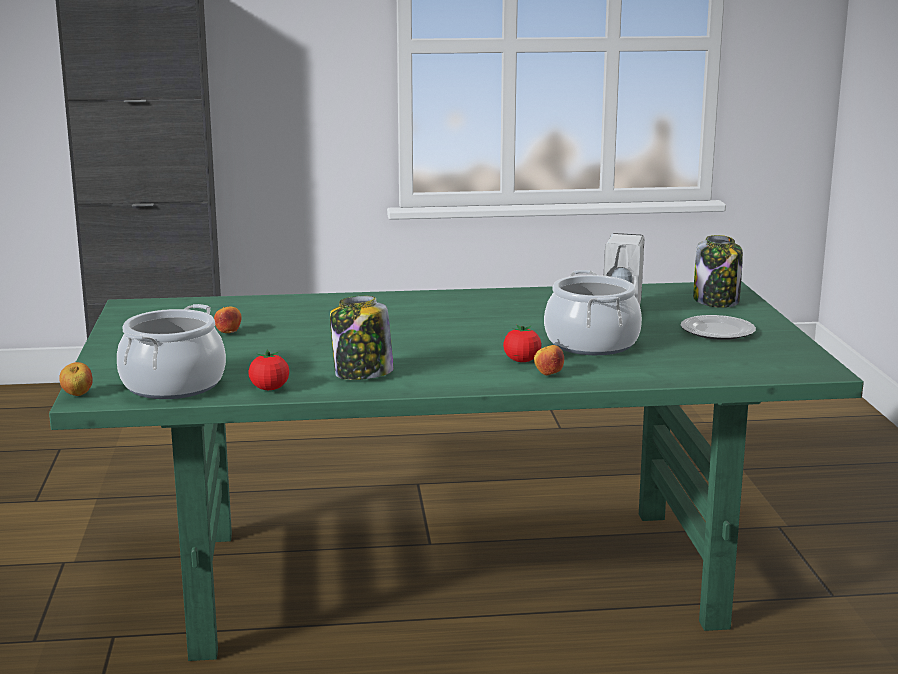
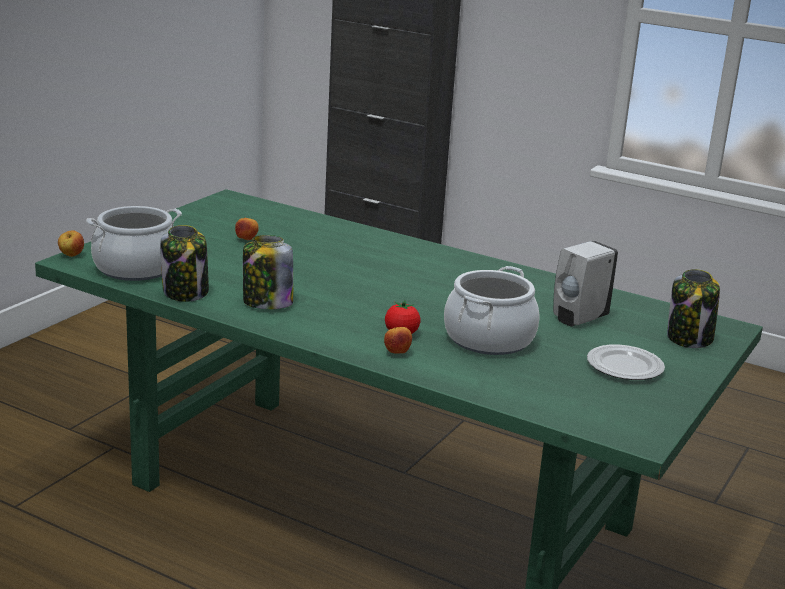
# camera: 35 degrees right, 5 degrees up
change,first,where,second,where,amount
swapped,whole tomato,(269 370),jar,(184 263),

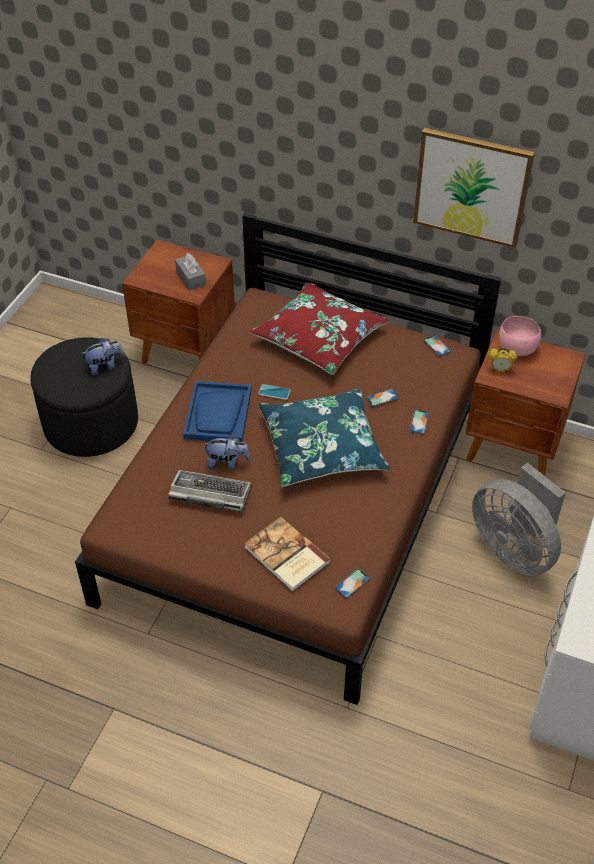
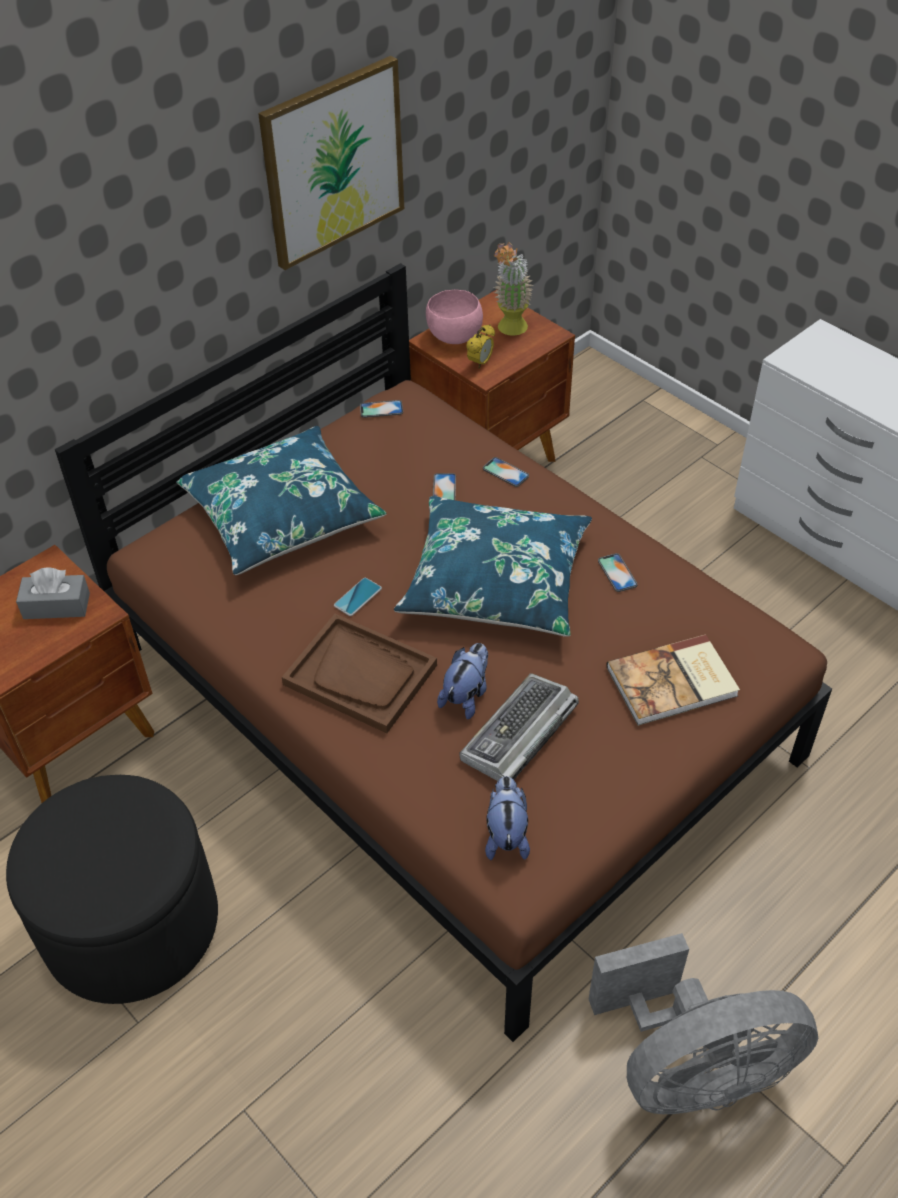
# camera: 65 degrees left, 0 degrees up
change,first,where,second,where,amount
new,,,houseplant,(513 289),
shifted,plush toy,(102 356),,(507 818),
shifted,phone,(352 583),,(618 572),
shifted,grey electric fan,(519 519),,(703 1023),
repainted,bluish tray,(217 411),brown tray,(359 673),
repainted,red pillow,(319 328),bluish pillow,(281 500),

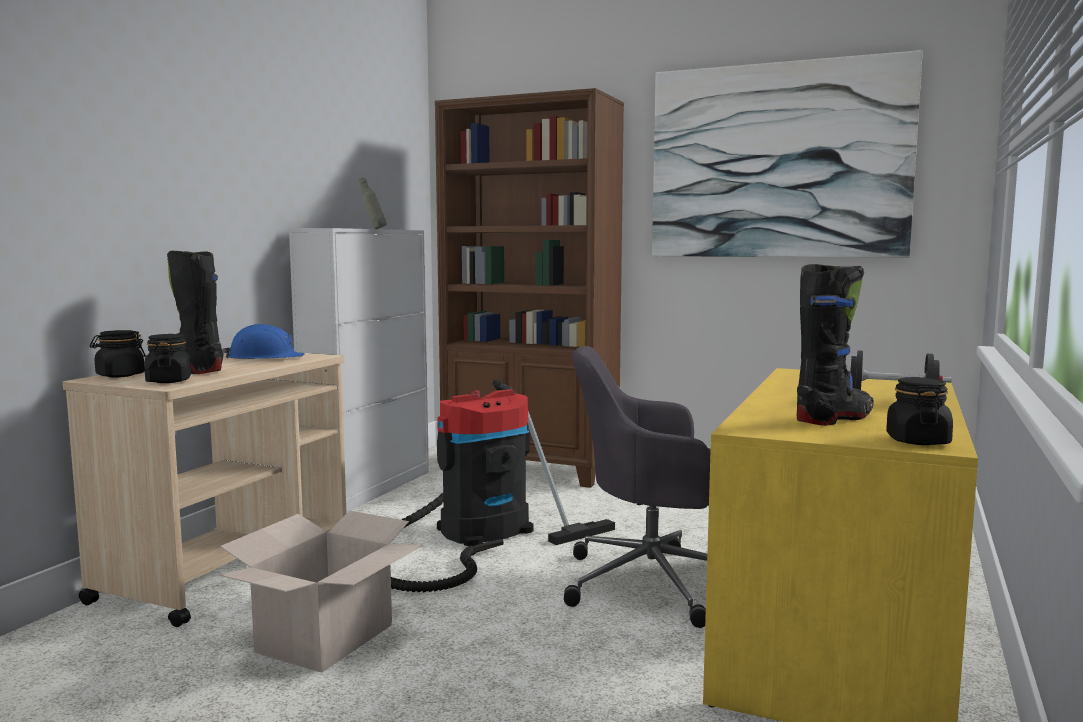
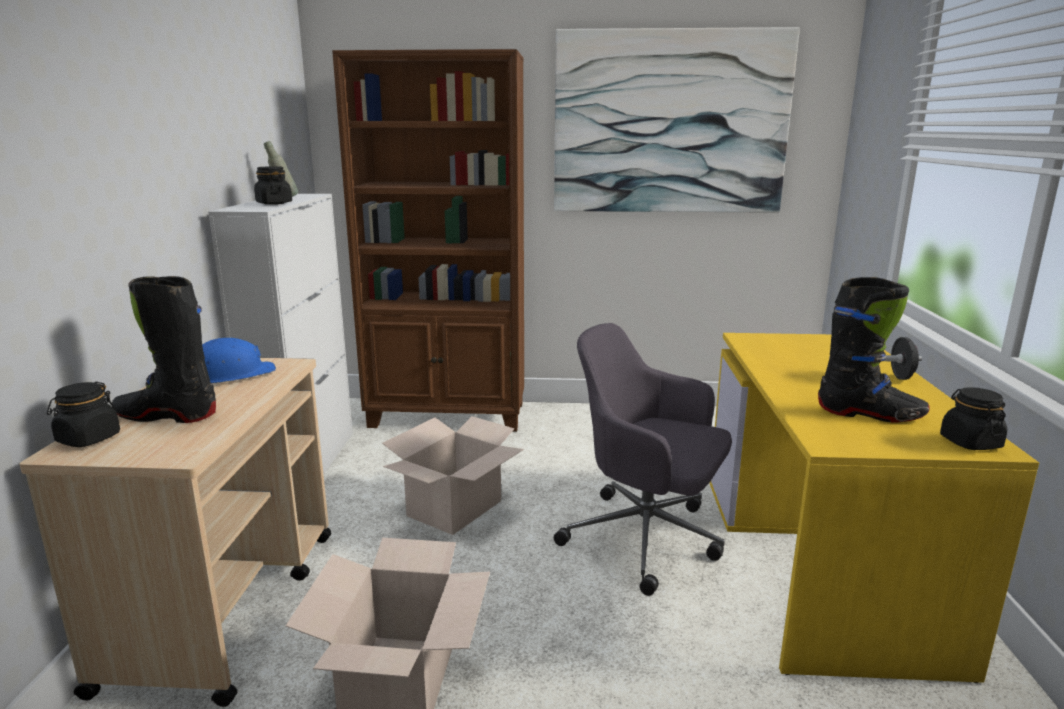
# camera: 20 degrees left, 10 degrees up
change,first,where,second,where,amount
shifted,black-coloured jar,(167 358),,(273 185),
swapped,hoover,(503 485),packing box,(453 475),
rotated,grey office chair,(637 487),,(643 459),45 degrees clockwise
rotated,black-coloured tall boot,(835 345),,(874 350),75 degrees clockwise

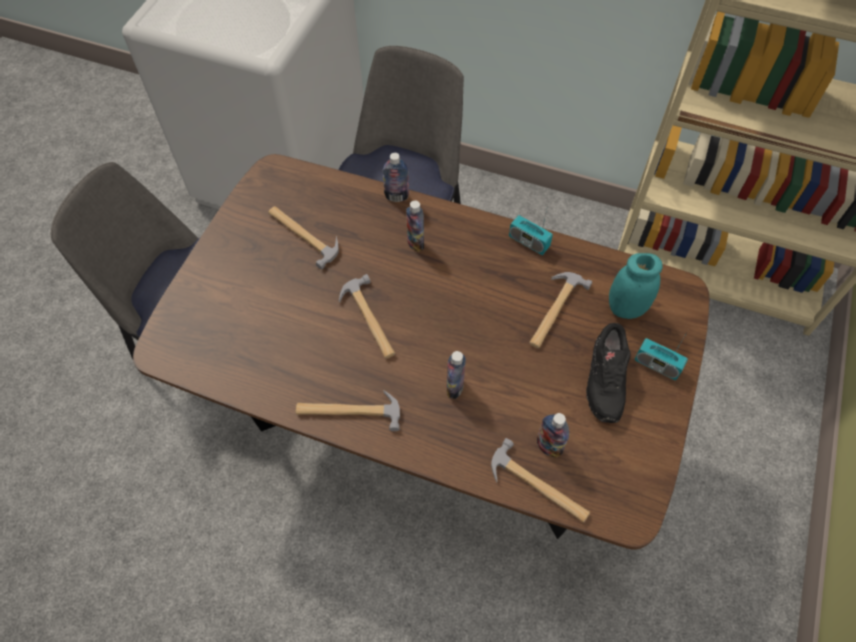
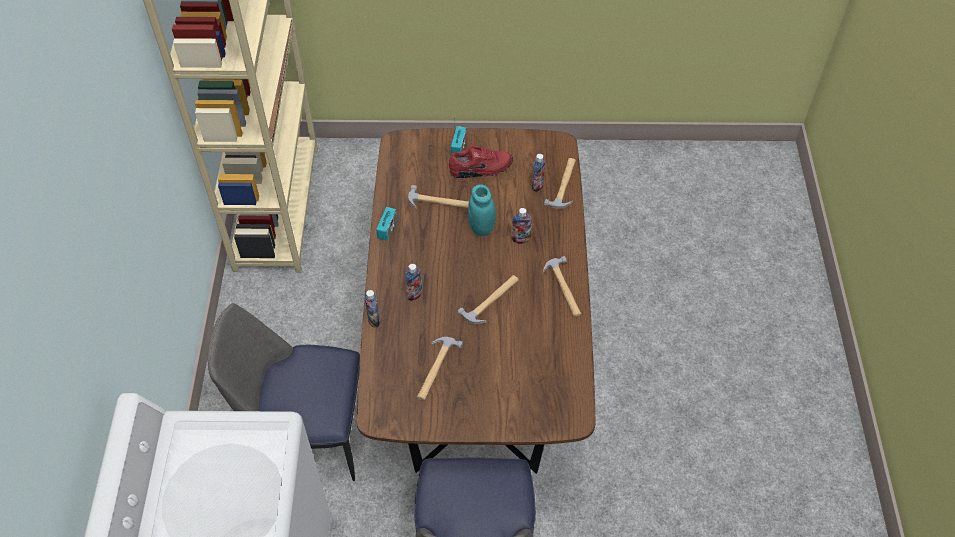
# camera: 110 degrees left, 5 degrees down
change,first,where,second,where,amount
shifted,turquoise jar,(636 286),,(482 210),
repainted,black-coloured item of footwear,(608 373),red item of footwear,(481 161),

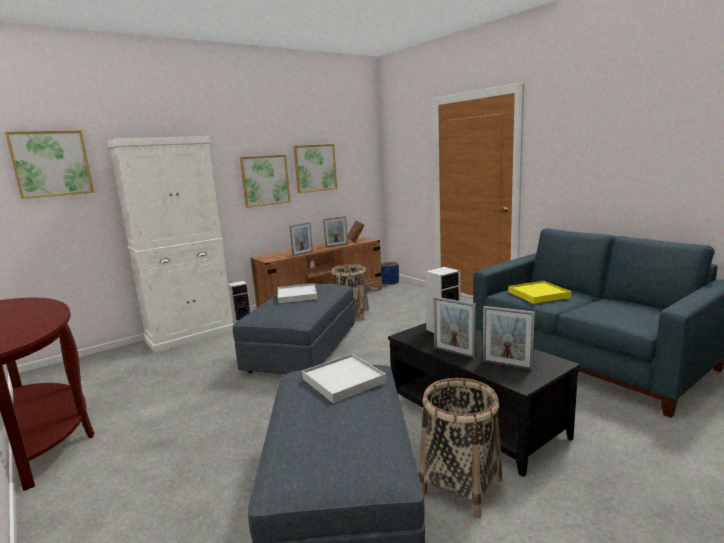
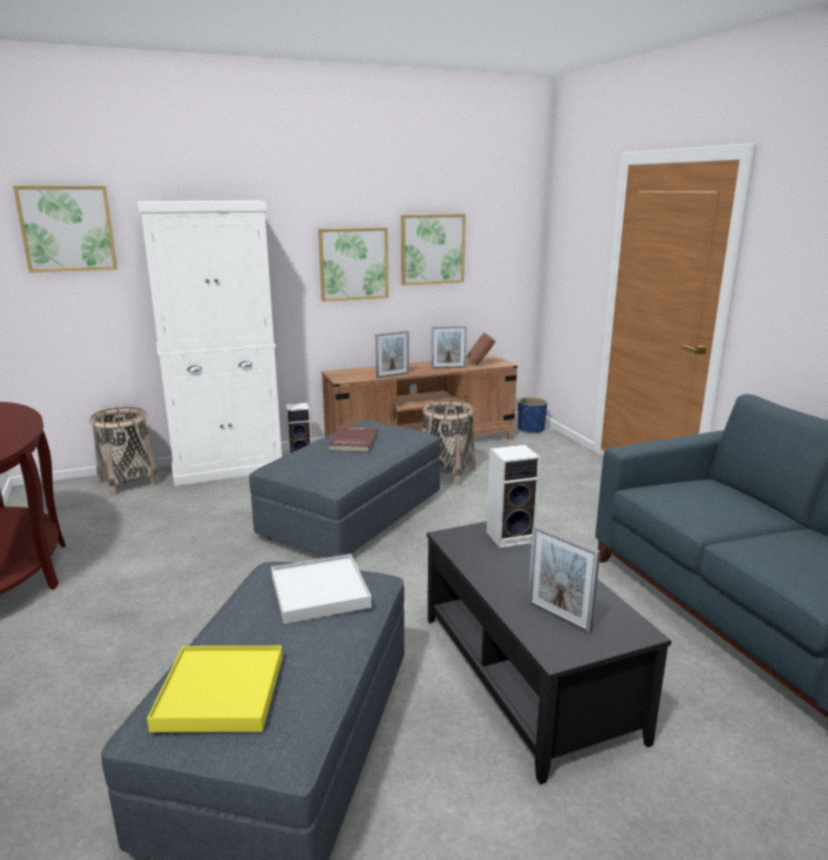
# camera: 15 degrees right, 5 degrees up
change,first,where,second,where,amount
gone,standing frame,(454 328),,,
shifted,basket,(460 448),,(124 451),
shifted,yellow tray,(539 292),,(215 689),
swapped,white-coloured tray,(297 293),red book,(353 439),

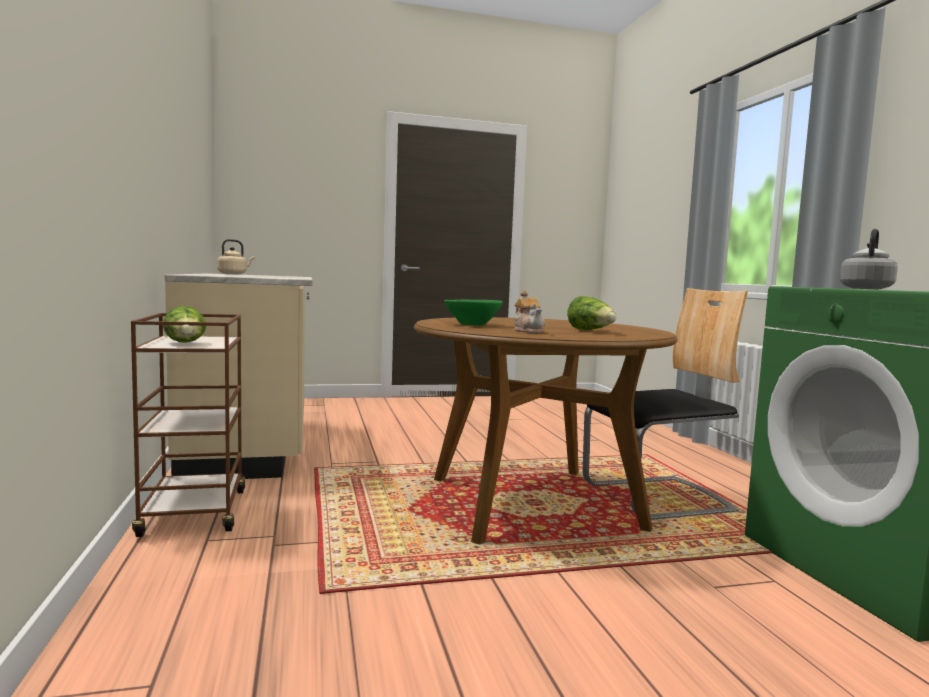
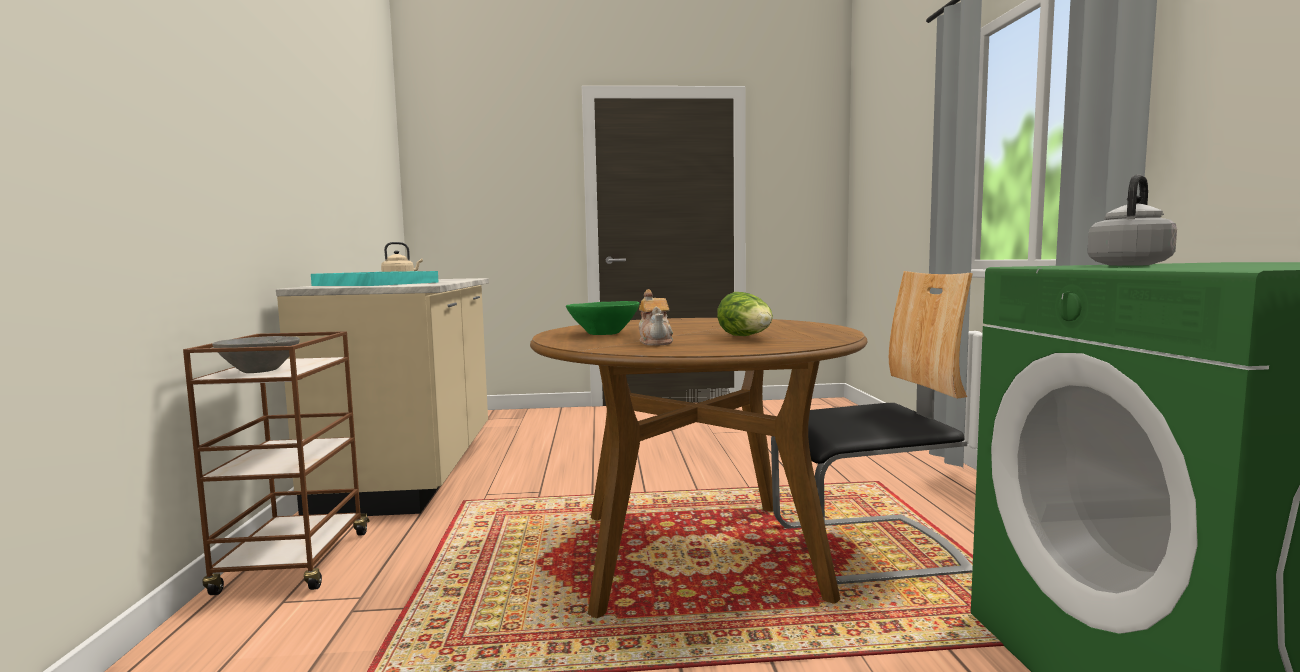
# camera: 10 degrees right, 0 degrees up
change,first,where,second,where,amount
new,,,turquoise tray,(375 278),
swapped,lettuce,(184 324),grey deep dish,(256 354),

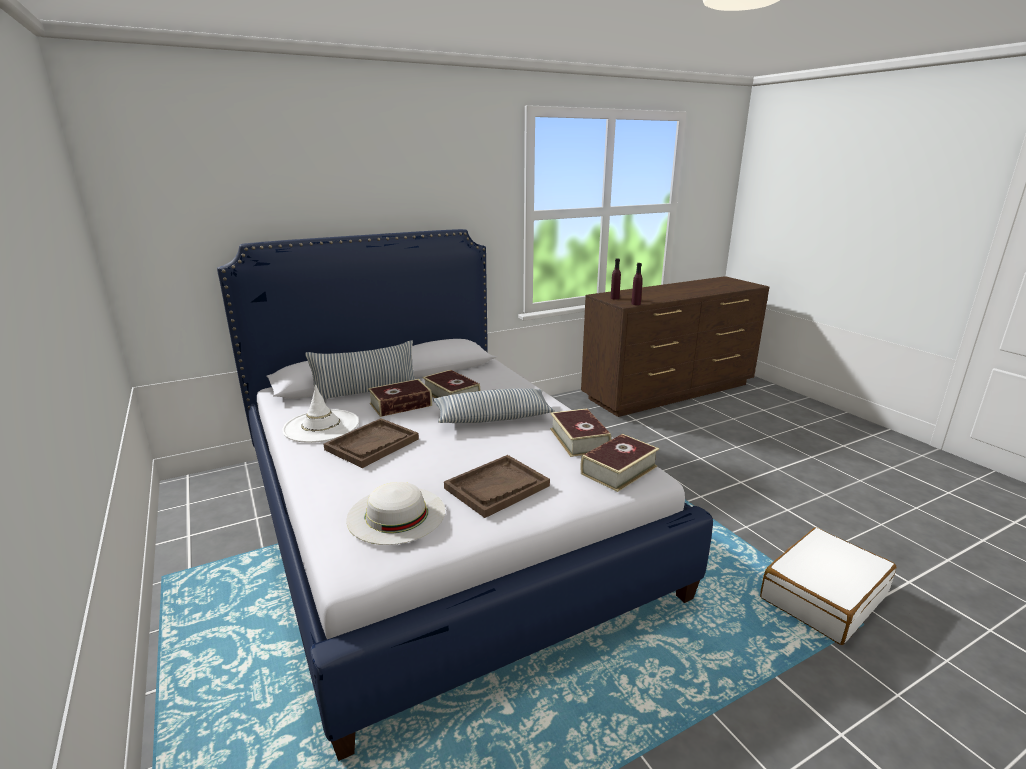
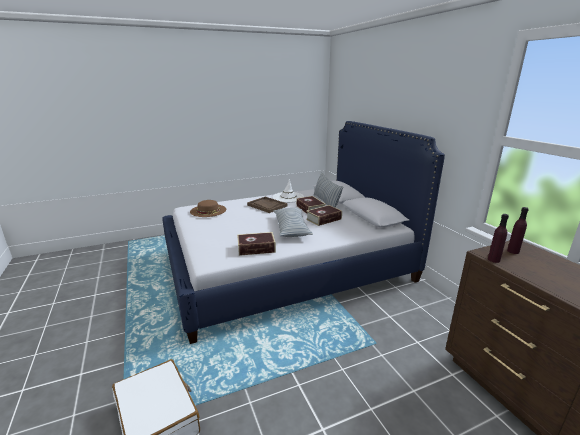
# camera: 95 degrees right, 0 degrees up
change,first,where,second,where,amount
gone,brown tray,(497 486),,,
gone,book,(619 463),,,
repainted,white-coloured wearable hat,(395 513),brown wearable hat,(208 208),

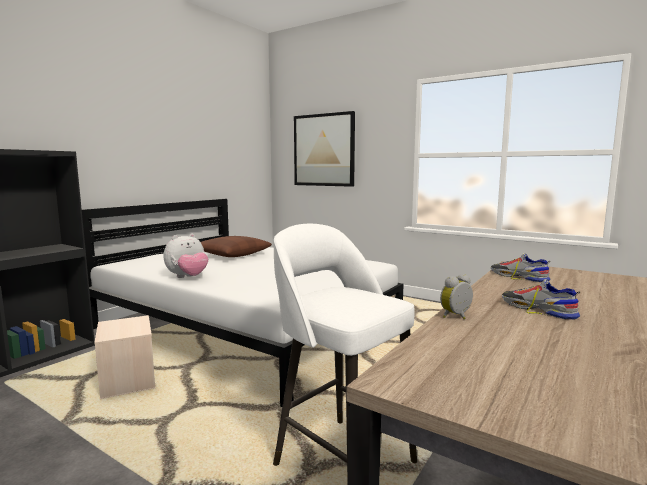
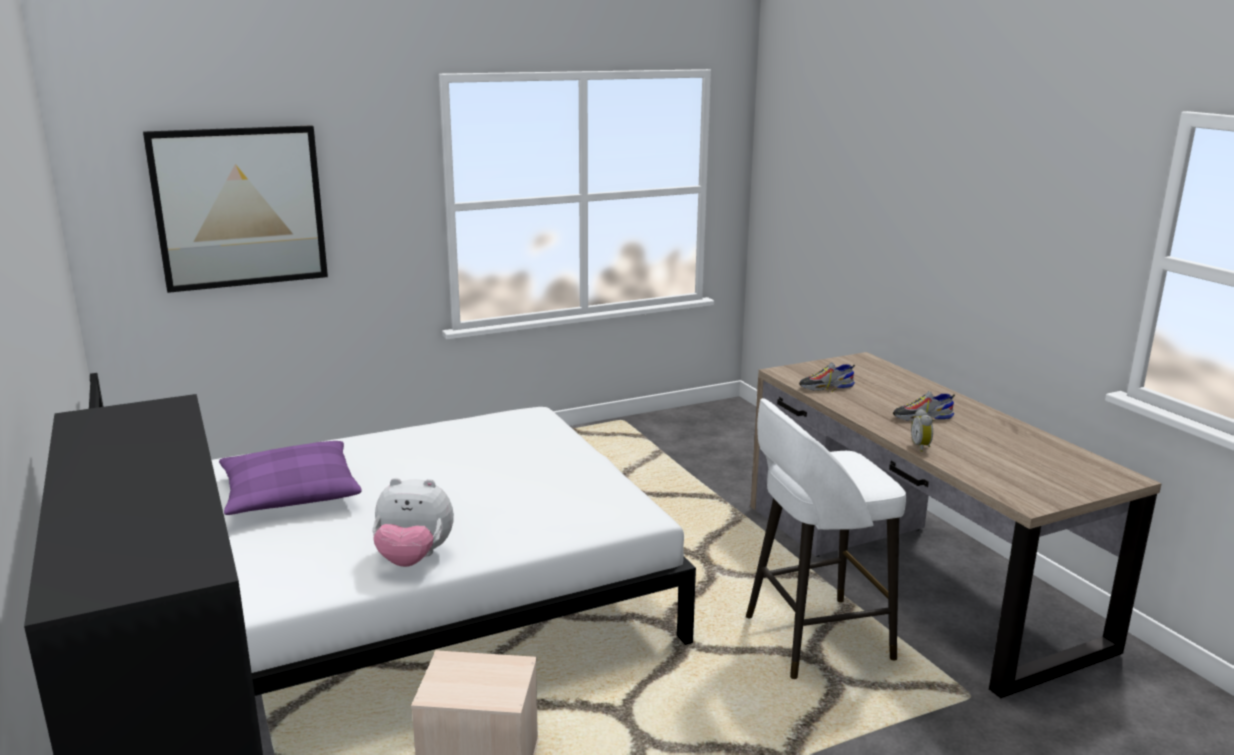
# camera: 60 degrees left, 10 degrees up
change,first,where,second,where,amount
repainted,brown pillow,(236 246),purple pillow,(290 478),
rotated,plush toy,(186 256),,(413 522),105 degrees clockwise

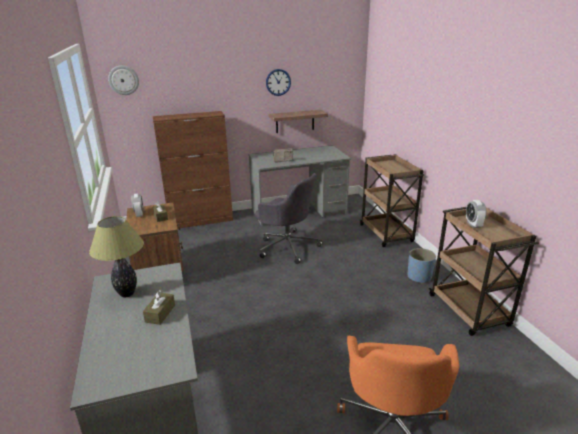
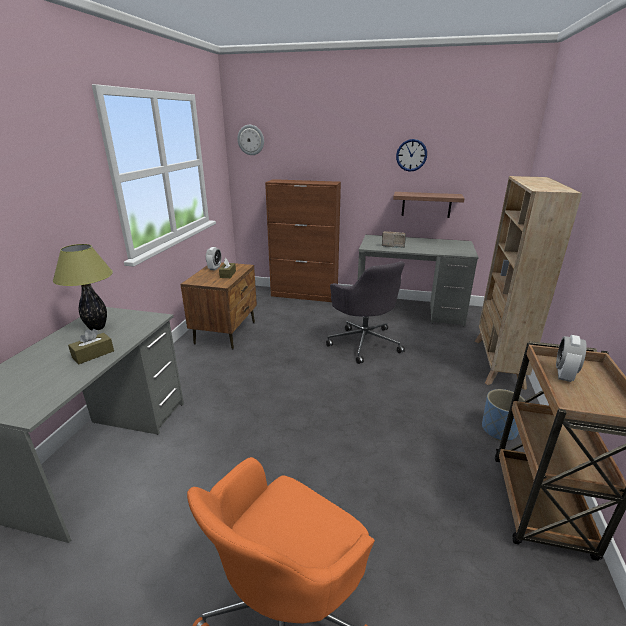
# camera: 30 degrees right, 0 degrees up
change,first,where,second,where,amount
swapped,brown trolley,(392 200),beige bookcase,(528 283),

